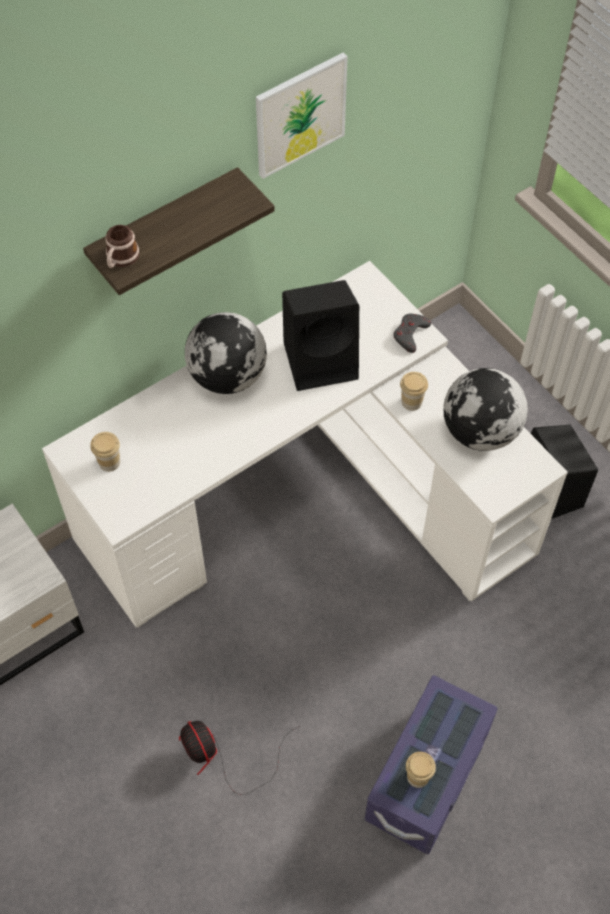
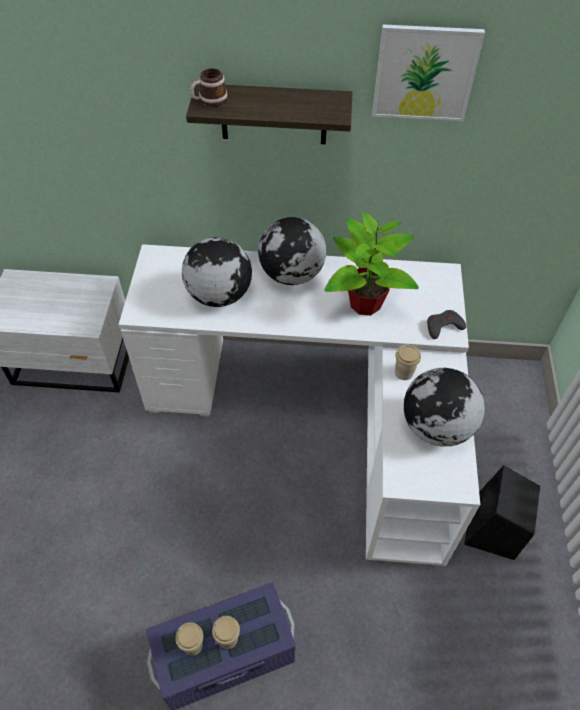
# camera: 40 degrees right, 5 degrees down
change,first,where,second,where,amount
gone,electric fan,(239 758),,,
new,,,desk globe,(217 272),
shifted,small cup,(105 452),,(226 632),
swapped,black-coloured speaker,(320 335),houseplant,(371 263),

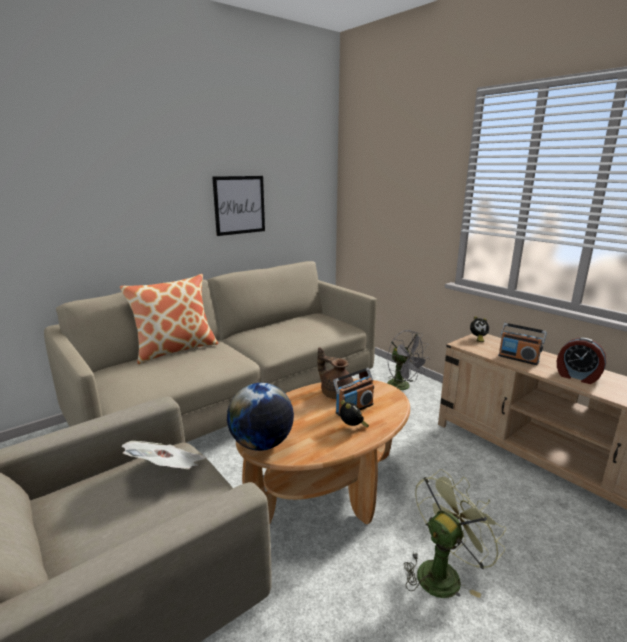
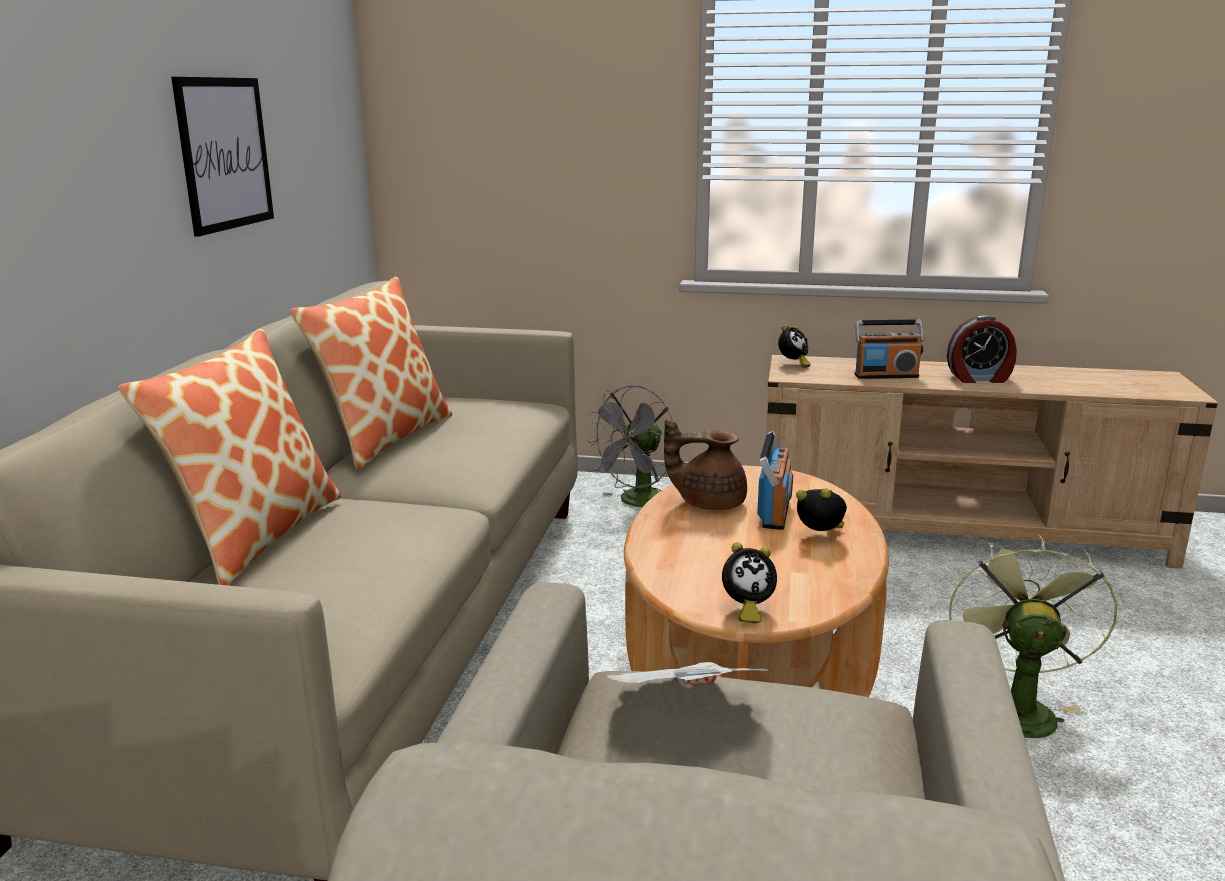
# camera: 40 degrees left, 0 degrees up
change,first,where,second,where,amount
new,,,pillow,(371 373),
swapped,desk globe,(260 417),table clock,(749 582),
rotated,grey electric fan,(408 360),,(629 446),120 degrees clockwise

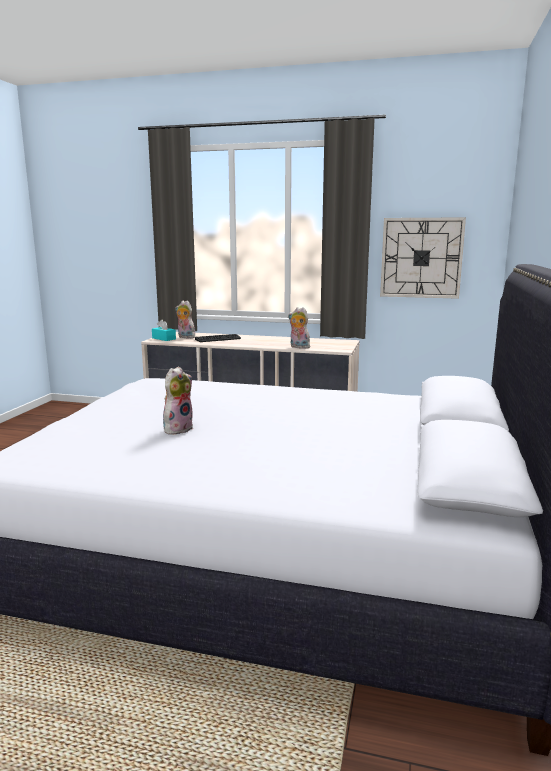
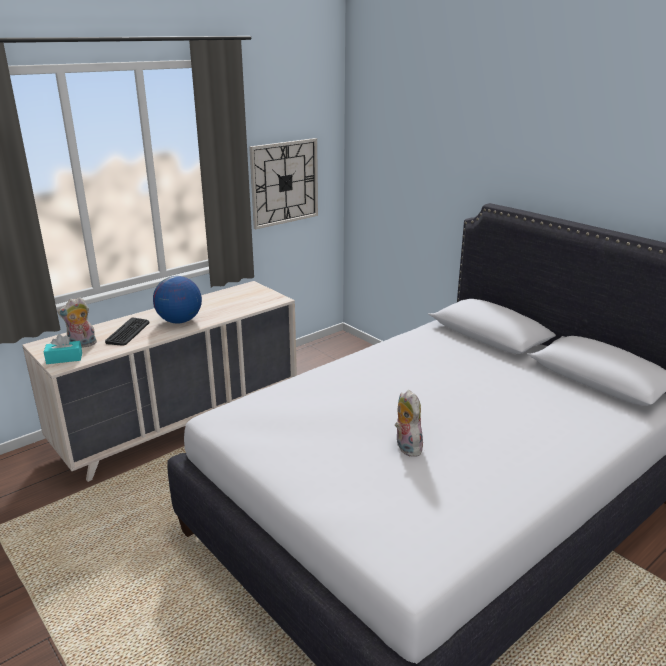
# camera: 55 degrees left, 10 degrees up
change,first,where,second,where,amount
gone,plush toy,(299 328),,,
new,,,desk globe,(177 299),

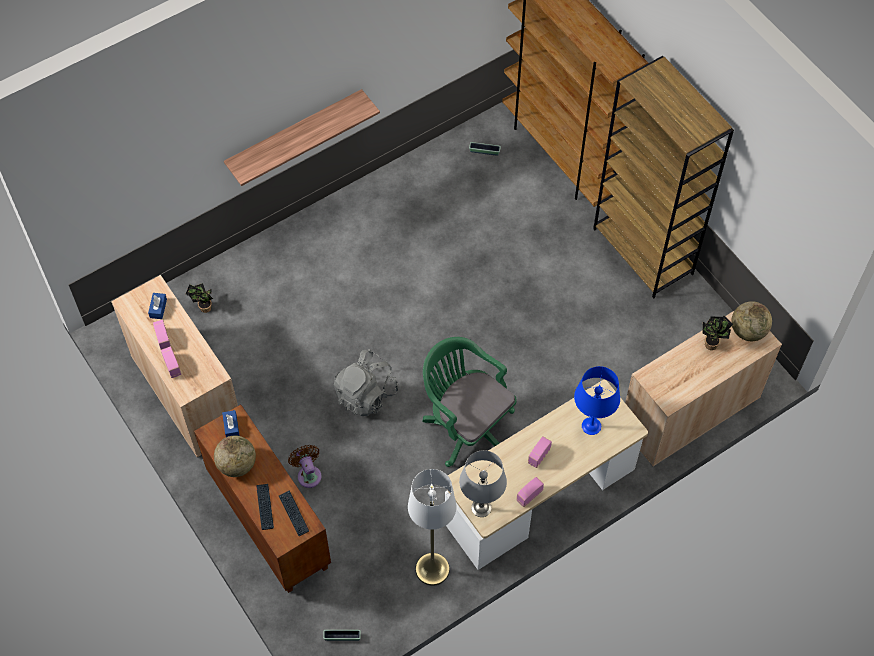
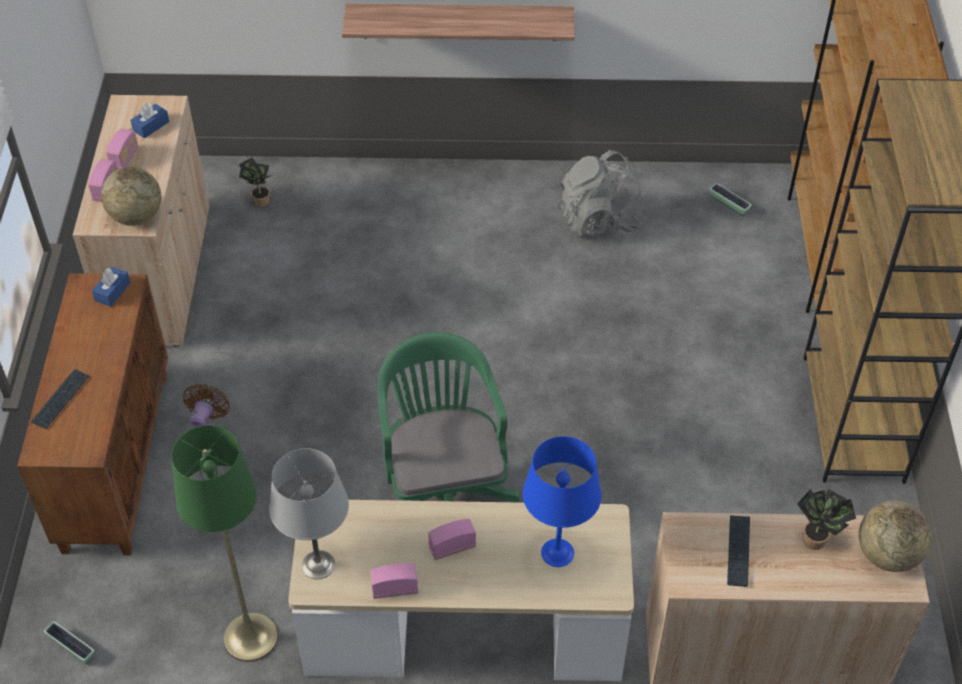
# camera: 35 degrees right, 10 degrees down
change,first,where,second,where,amount
shifted,desk globe,(235 456),,(131 196),
shifted,keyboard,(294 513),,(738 551),
shifted,grey knapsack,(366 382),,(600 194),
repainted,white-coloured standard lamp,(432 527),green-coloured standard lamp,(224 543),

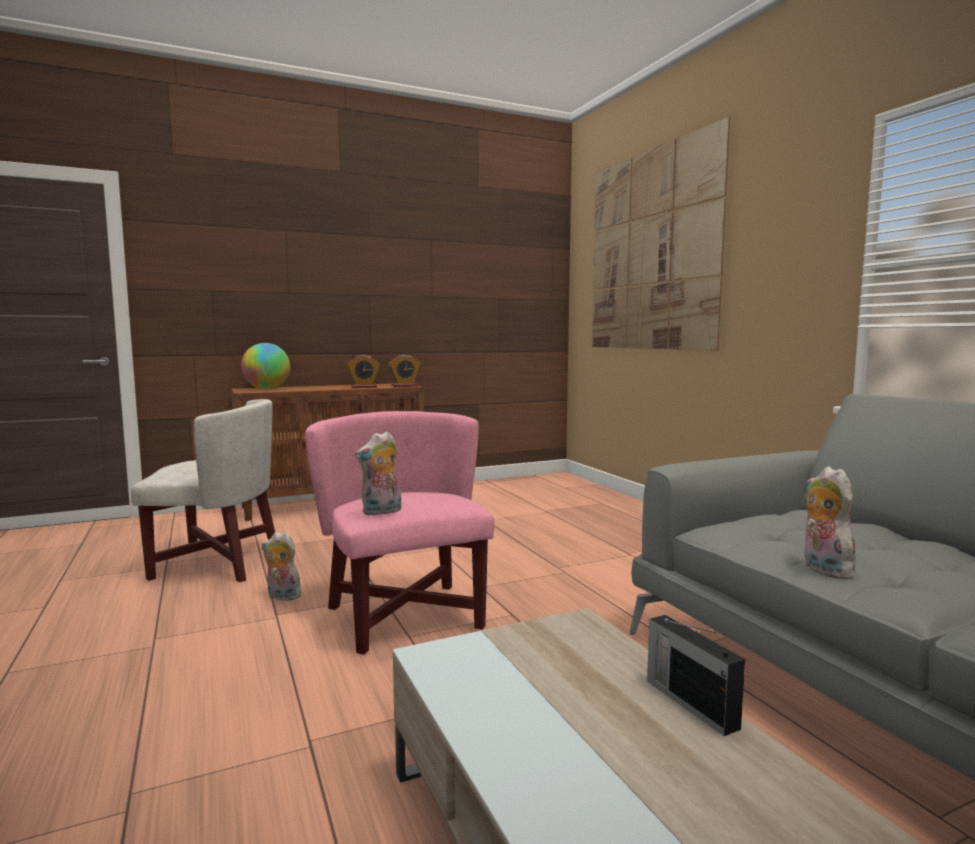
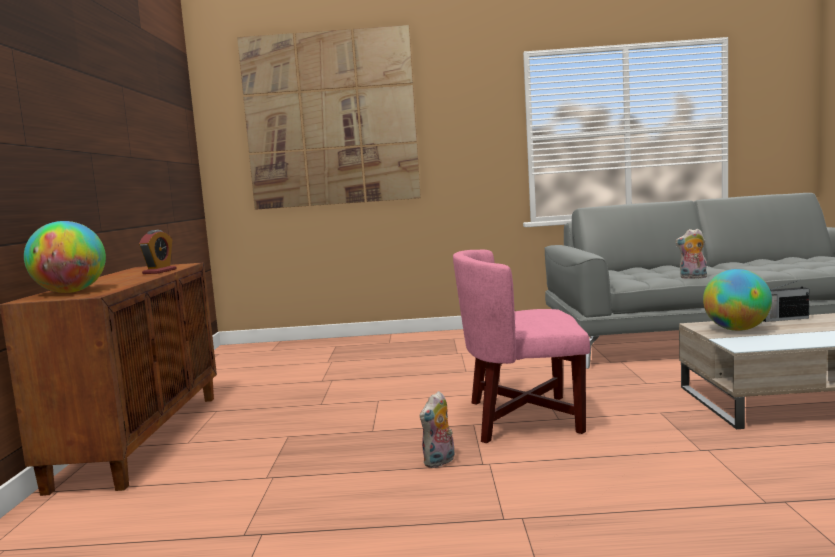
# camera: 65 degrees left, 0 degrees up
change,first,where,second,where,amount
gone,white-coloured easy chair,(203 490),,,
gone,plush toy,(378 473),,,
gone,table clock,(404 371),,,
new,,,desk globe,(737 300),

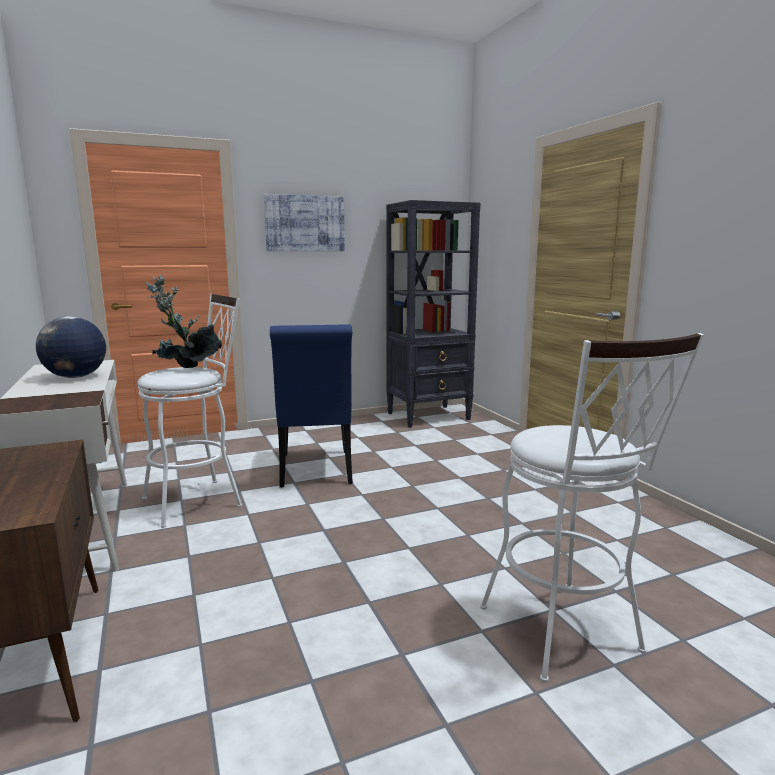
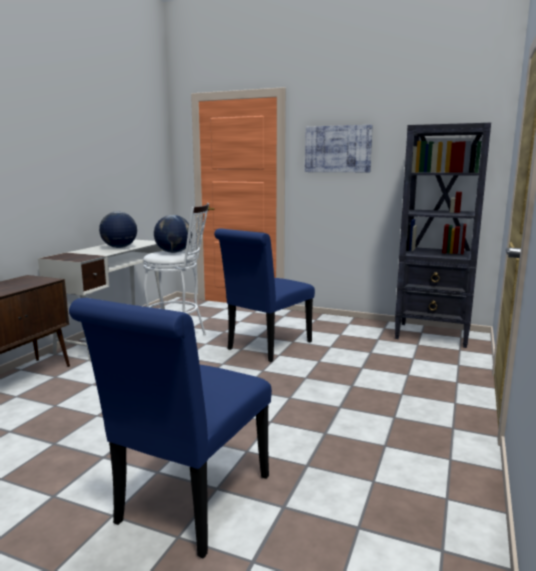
# camera: 45 degrees right, 0 degrees up
change,first,where,second,where,amount
swapped,houseplant,(184 321),desk globe,(173 234),
swapped,white-coloured sitting stool,(592 508),bluish upright chair,(170 428),

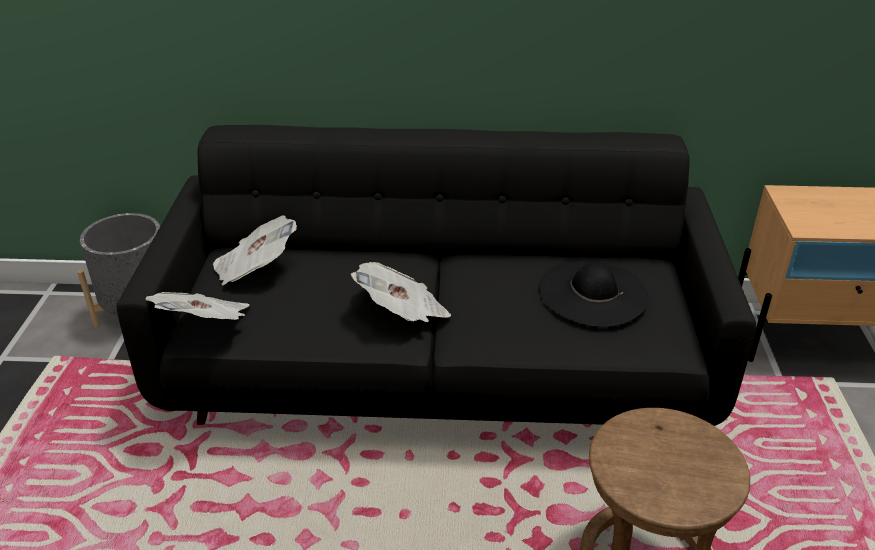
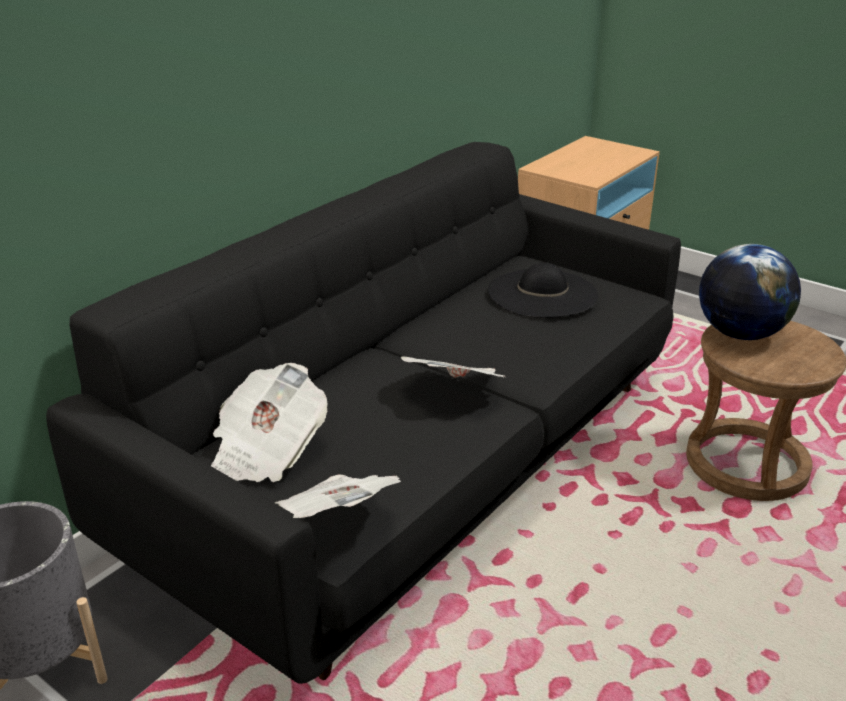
# camera: 55 degrees left, 5 degrees down
change,first,where,second,where,amount
new,,,desk globe,(750 292),

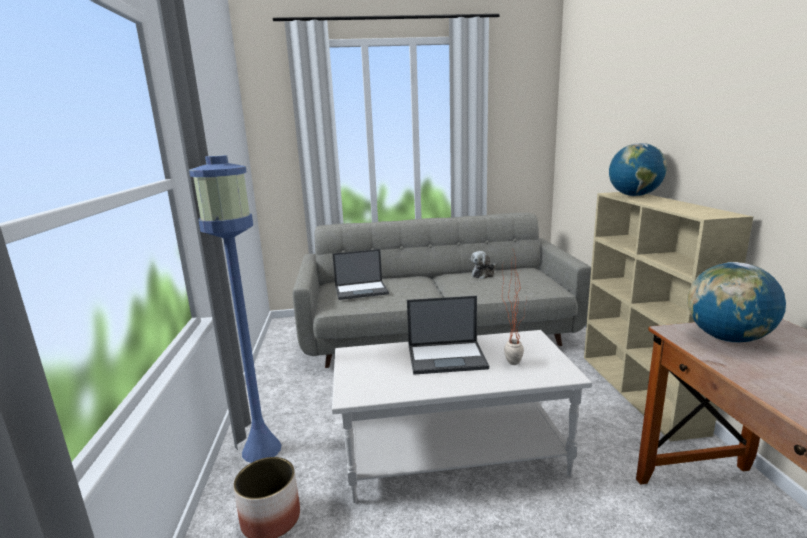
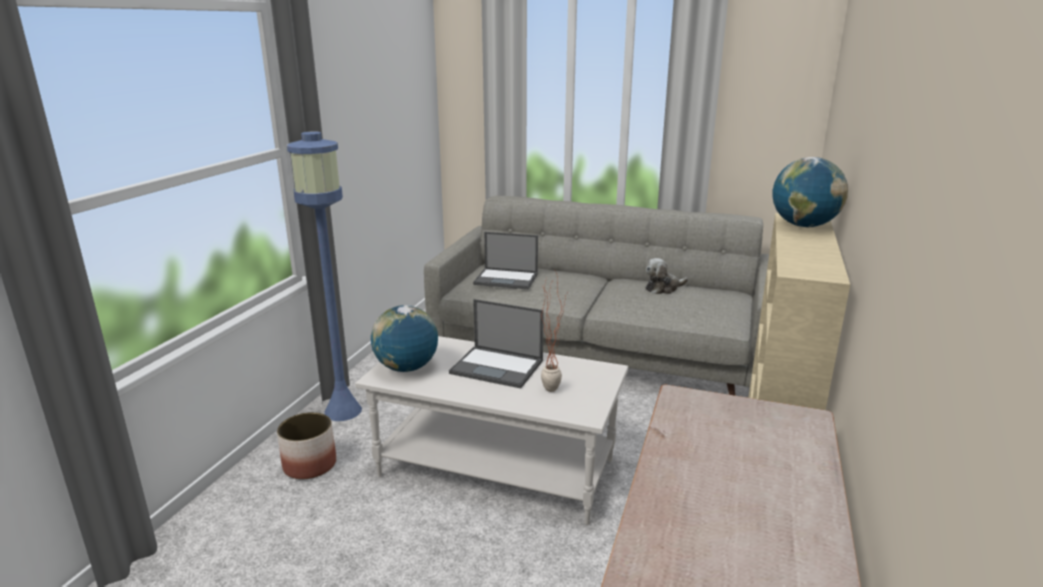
# camera: 25 degrees right, 5 degrees up
change,first,where,second,where,amount
shifted,desk globe,(737 302),,(404 338),

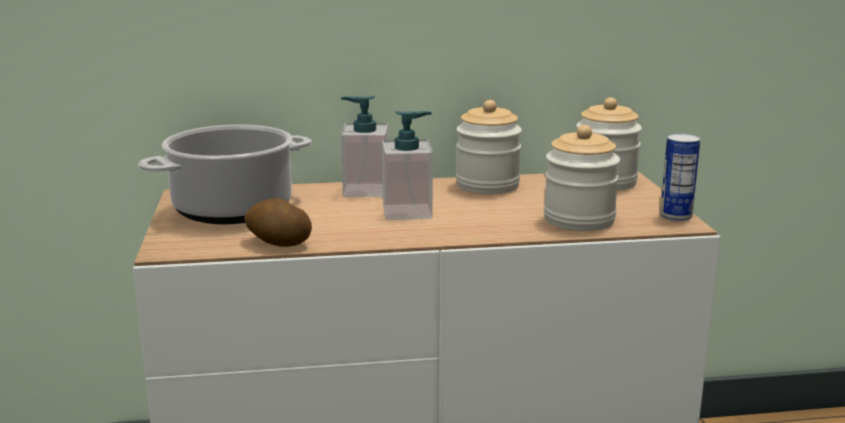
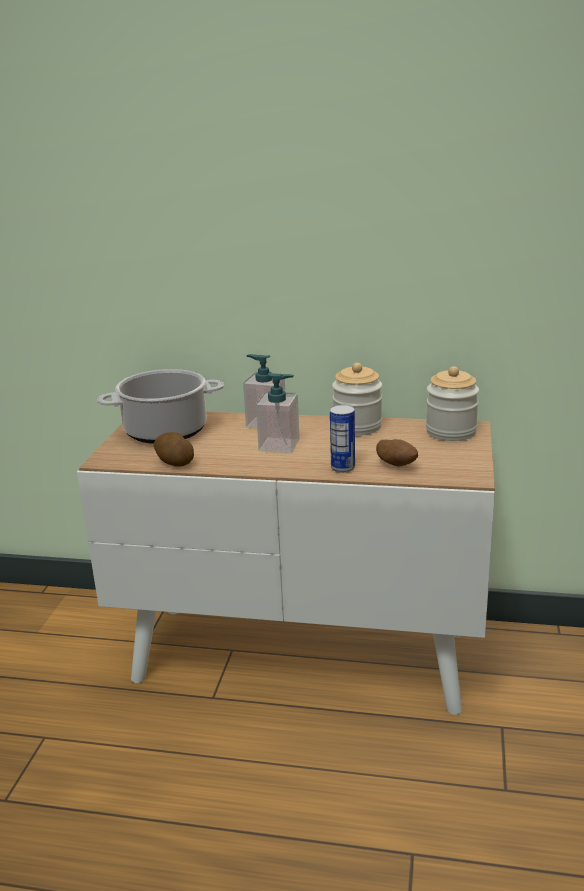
# camera: 20 degrees right, 5 degrees up
change,first,where,second,where,amount
shifted,can,(680 177),,(342 439),
swapped,jar,(582 178),whole potato,(397 452),

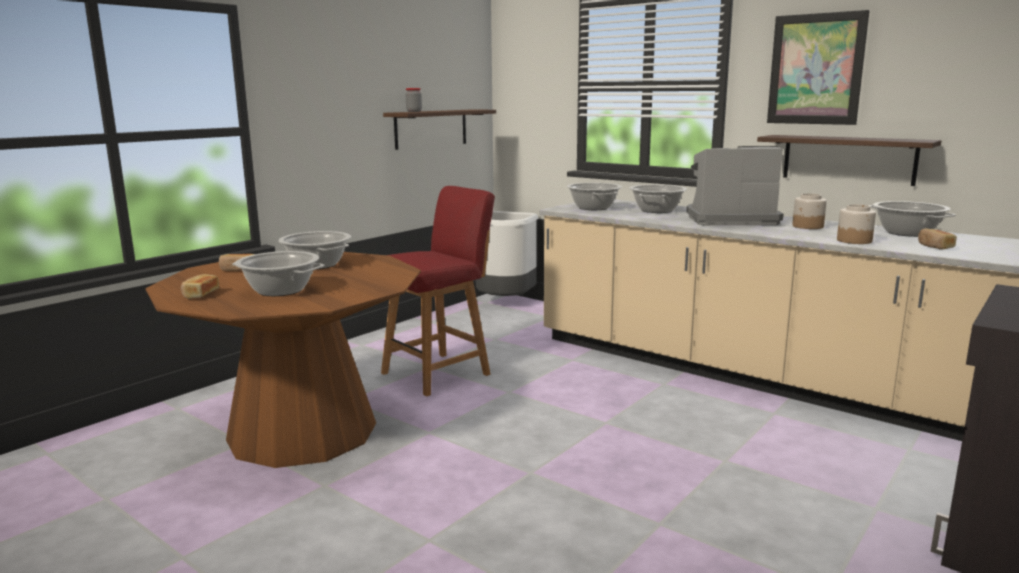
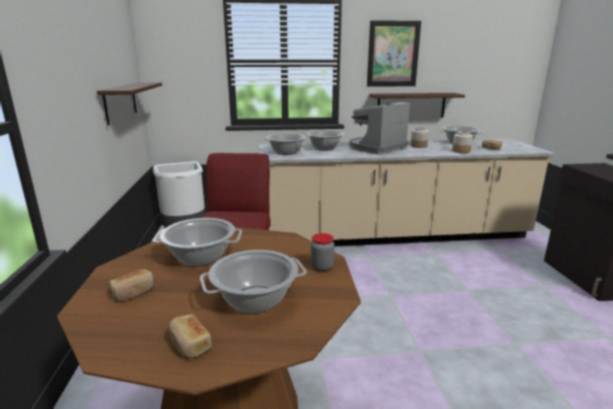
# camera: 45 degrees left, 5 degrees up
change,first,where,second,where,amount
shifted,jar,(413 100),,(322 252),

